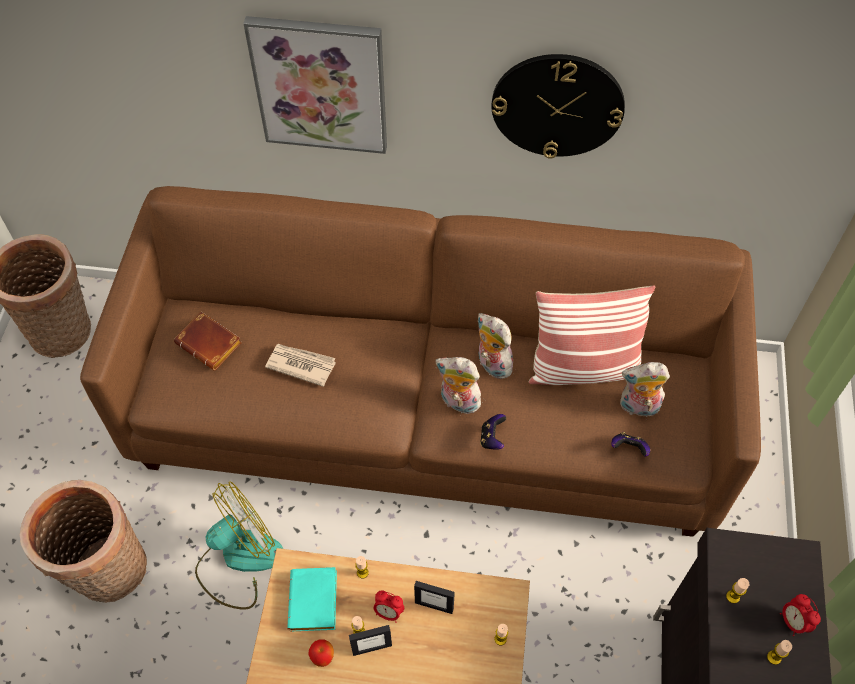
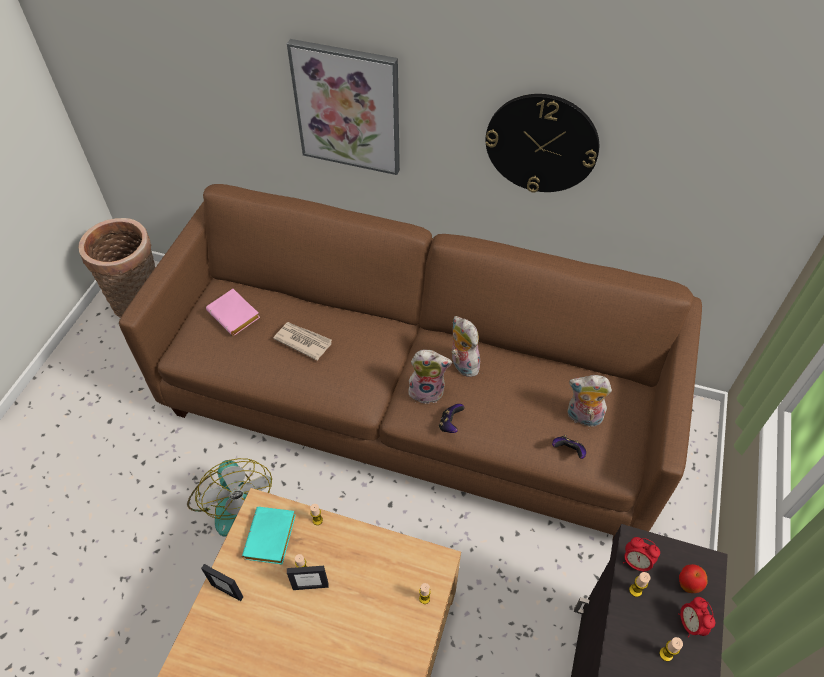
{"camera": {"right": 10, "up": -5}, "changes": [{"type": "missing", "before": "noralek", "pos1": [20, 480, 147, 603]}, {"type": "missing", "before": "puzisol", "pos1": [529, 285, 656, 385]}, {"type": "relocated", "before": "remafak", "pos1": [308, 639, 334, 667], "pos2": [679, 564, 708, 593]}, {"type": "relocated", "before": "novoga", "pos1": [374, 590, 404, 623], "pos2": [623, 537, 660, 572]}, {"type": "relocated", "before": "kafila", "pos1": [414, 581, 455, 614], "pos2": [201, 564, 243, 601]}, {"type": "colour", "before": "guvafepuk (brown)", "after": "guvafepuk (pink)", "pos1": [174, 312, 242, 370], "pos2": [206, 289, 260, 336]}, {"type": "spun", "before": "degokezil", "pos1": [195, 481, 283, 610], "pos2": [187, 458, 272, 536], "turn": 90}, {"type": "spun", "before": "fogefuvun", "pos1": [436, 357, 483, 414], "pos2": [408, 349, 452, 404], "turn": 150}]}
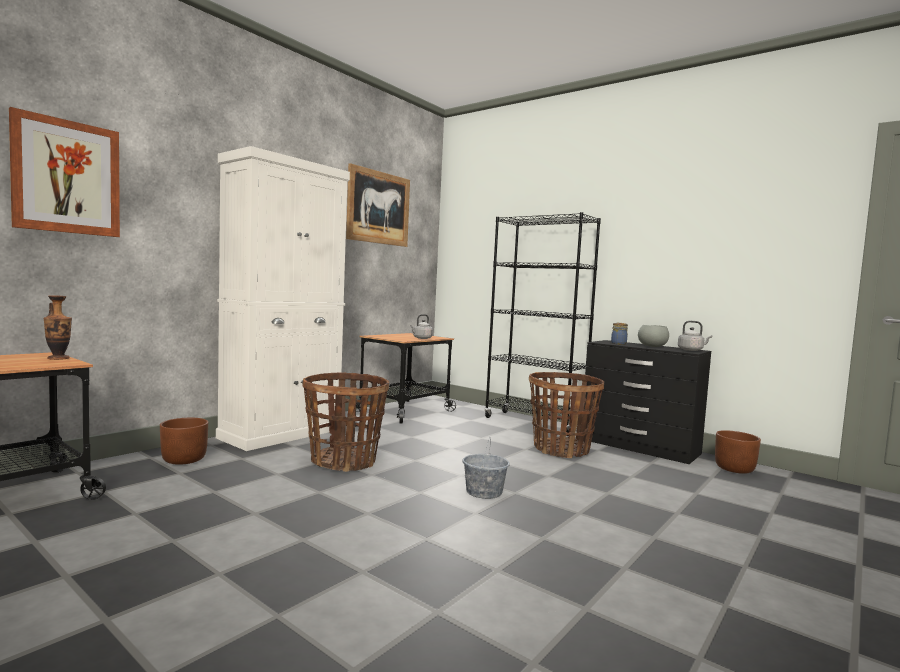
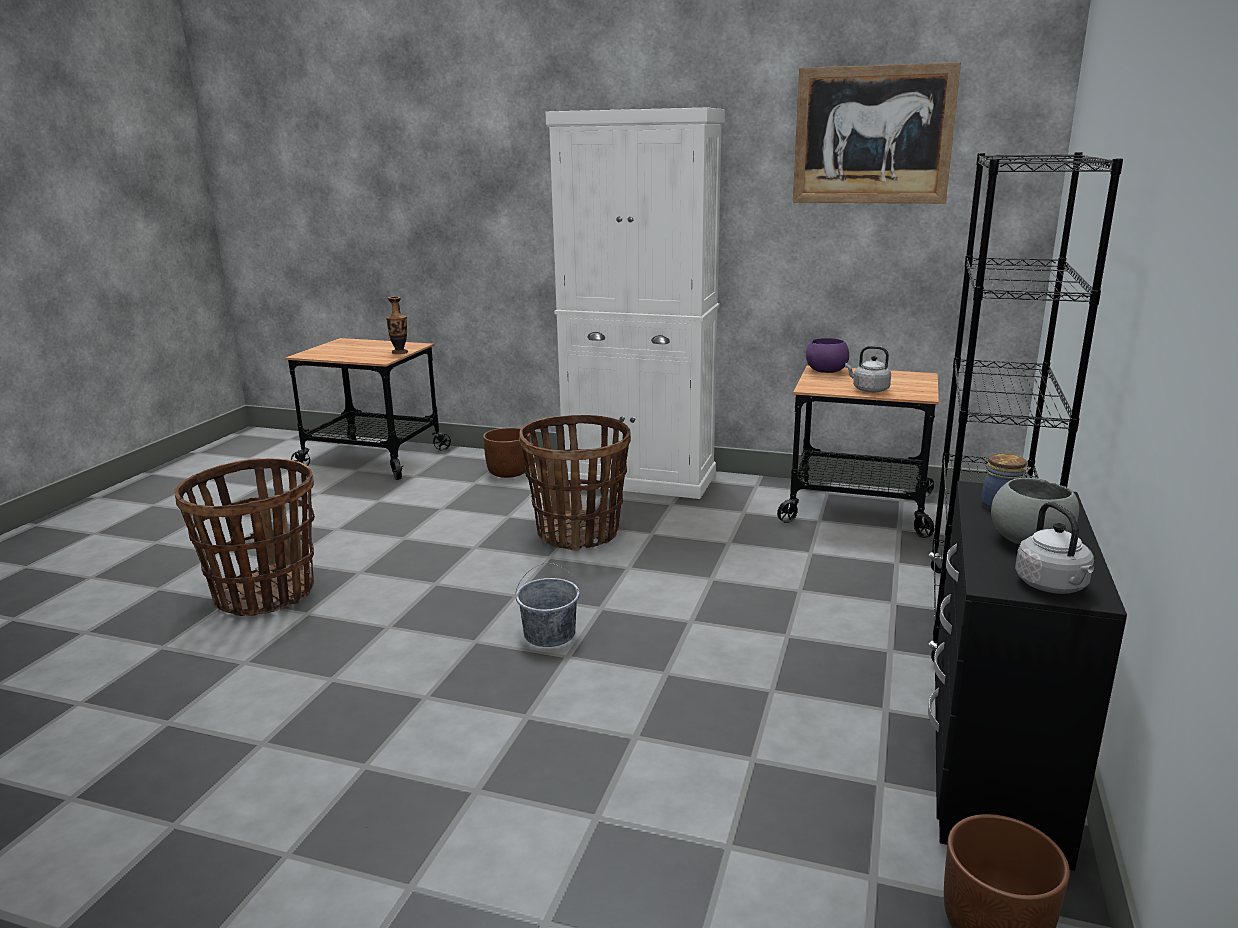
{"camera": {"right": 70, "up": 15}, "changes": [{"type": "missing", "before": "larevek", "pos1": [9, 107, 120, 237]}, {"type": "appeared", "after": "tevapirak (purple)", "pos2": [806, 338, 849, 373]}, {"type": "relocated", "before": "noralek", "pos1": [529, 372, 604, 458], "pos2": [174, 458, 315, 616]}]}
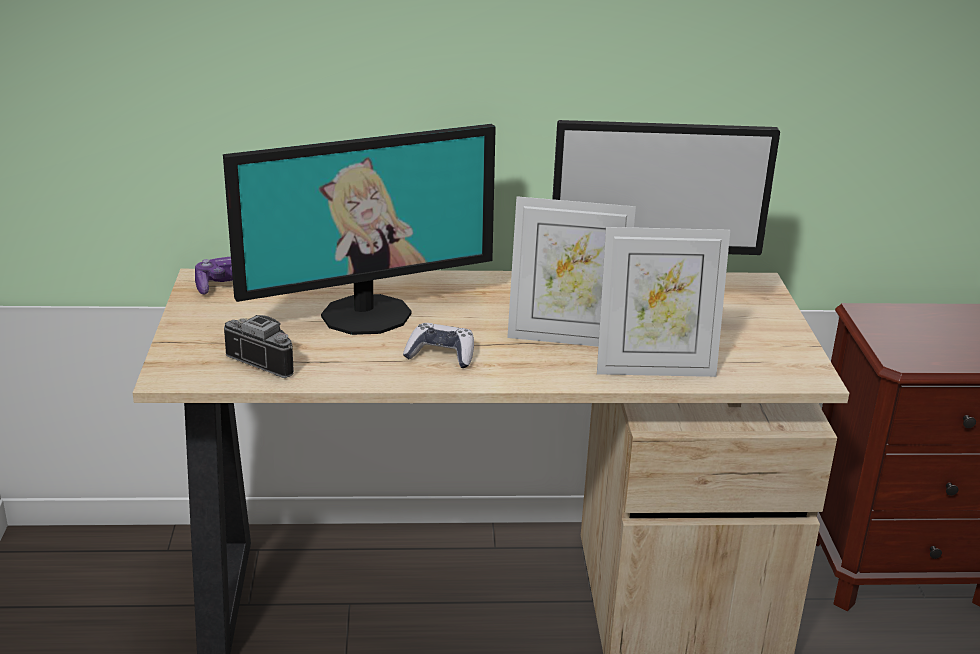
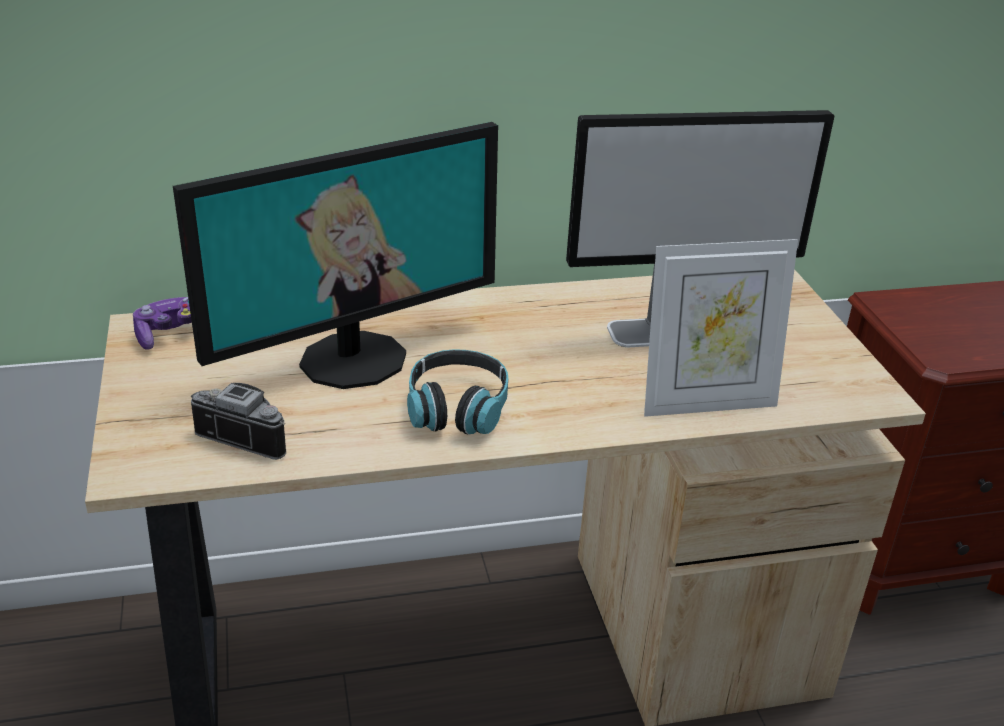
{"camera": {"right": -10, "up": 5}, "changes": [{"type": "missing", "before": "kafila", "pos1": [507, 196, 636, 347]}, {"type": "exchanged", "before": "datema", "after": "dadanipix", "pos1": [403, 323, 474, 368], "pos2": [407, 349, 508, 435]}]}
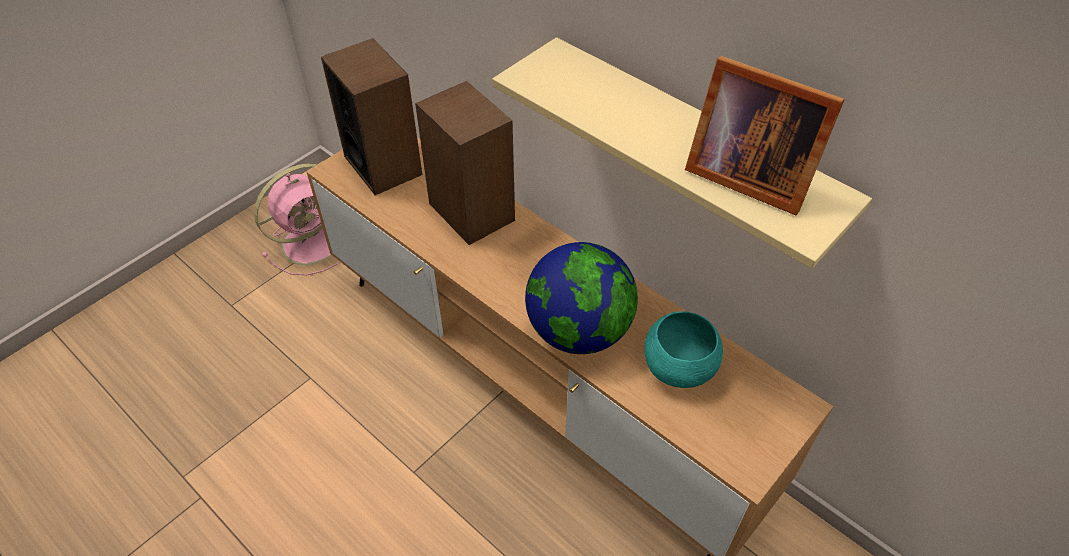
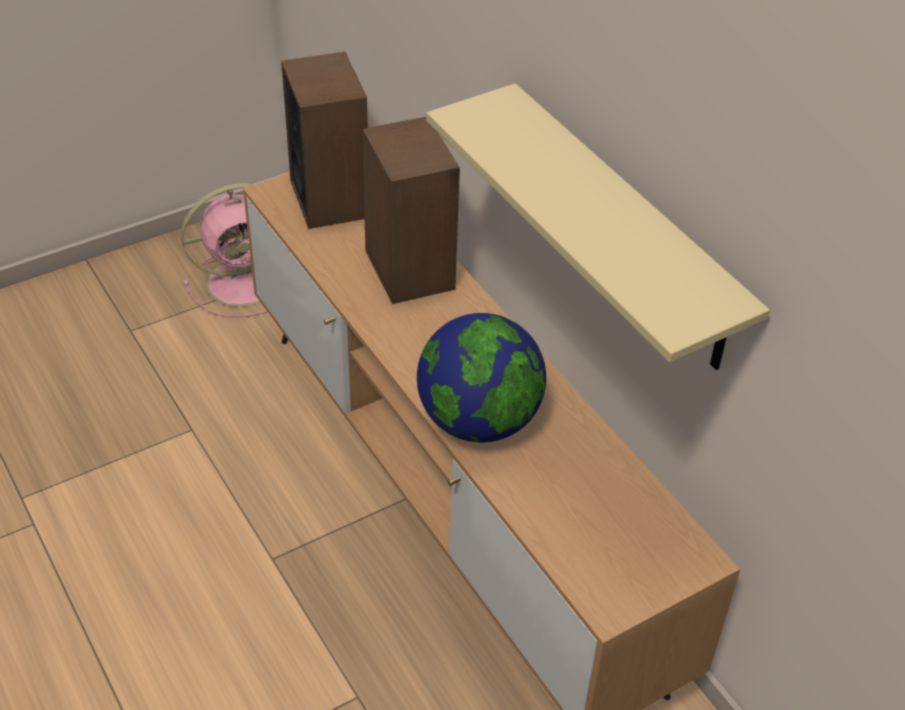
{"camera": {"right": 15, "up": -5}, "changes": [{"type": "missing", "before": "tevapirak (turquoise)", "pos1": [644, 311, 723, 388]}, {"type": "missing", "before": "kafila", "pos1": [685, 56, 845, 215]}]}
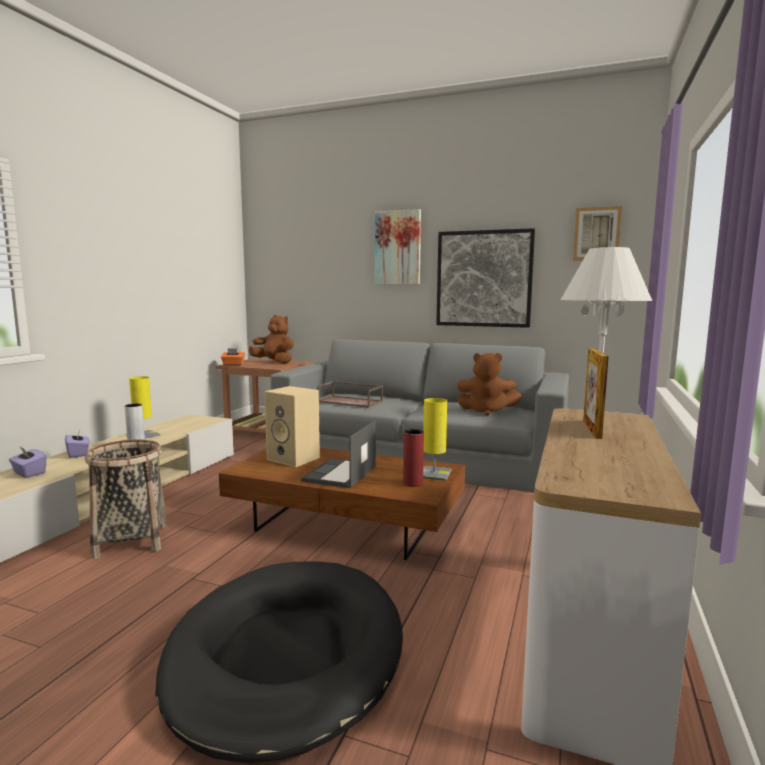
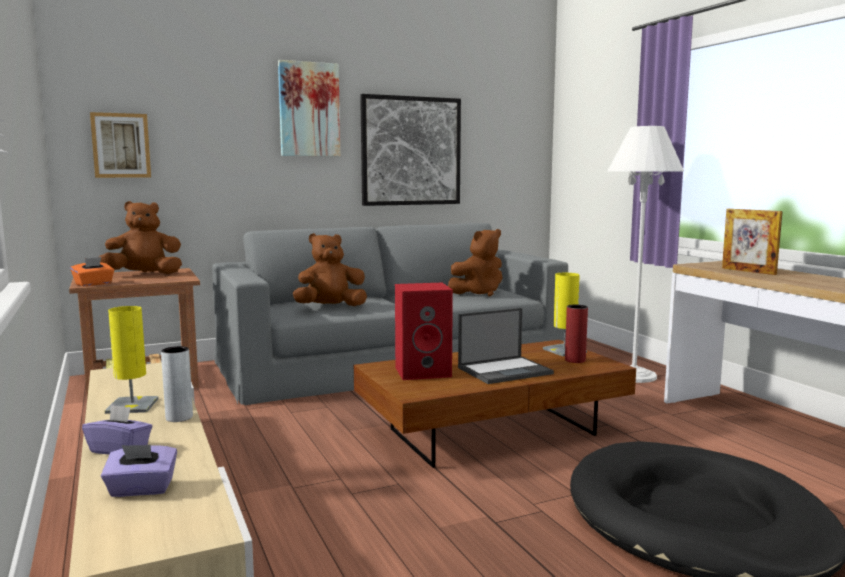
{"camera": {"right": -45, "up": 0}, "changes": [{"type": "missing", "before": "noralek", "pos1": [85, 439, 167, 559]}, {"type": "relocated", "before": "larevek", "pos1": [573, 206, 622, 261], "pos2": [90, 112, 151, 178]}, {"type": "exchanged", "before": "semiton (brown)", "after": "fogefuvun (brown)", "pos1": [317, 381, 383, 408], "pos2": [293, 233, 367, 306]}, {"type": "colour", "before": "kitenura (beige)", "after": "kitenura (red)", "pos1": [264, 386, 320, 467], "pos2": [395, 283, 453, 380]}, {"type": "spun", "before": "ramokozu", "pos1": [301, 421, 376, 488], "pos2": [458, 308, 554, 384], "turn": -90}]}
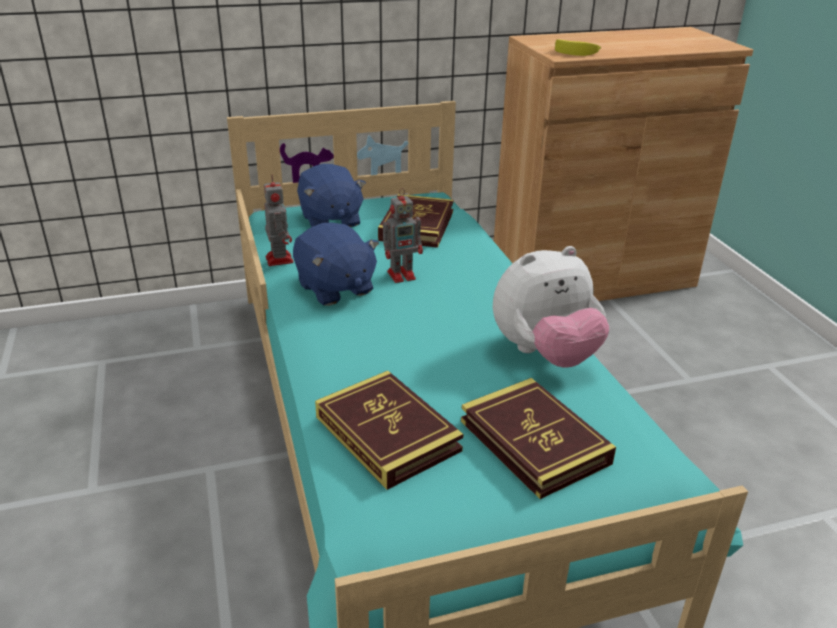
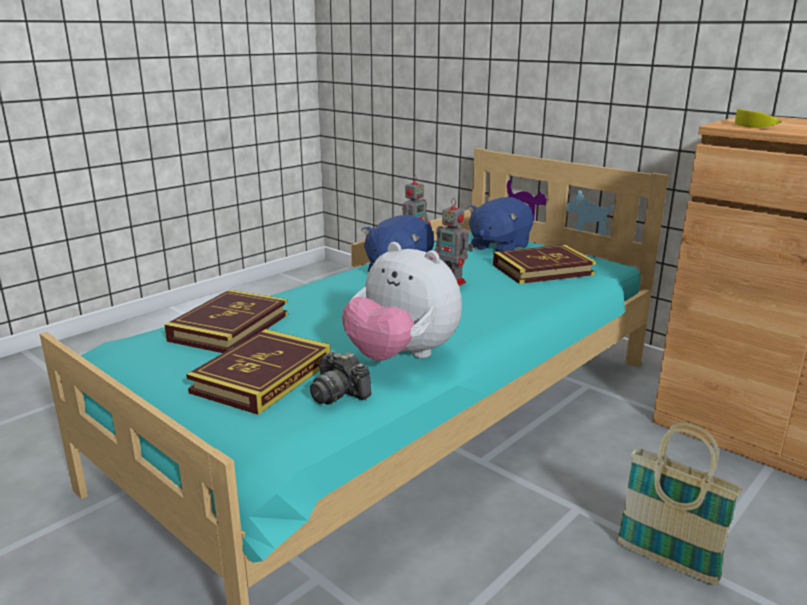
{"camera": {"right": 60, "up": -10}, "changes": [{"type": "appeared", "after": "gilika", "pos2": [310, 352, 372, 405]}, {"type": "appeared", "after": "noralek", "pos2": [616, 423, 742, 585]}]}
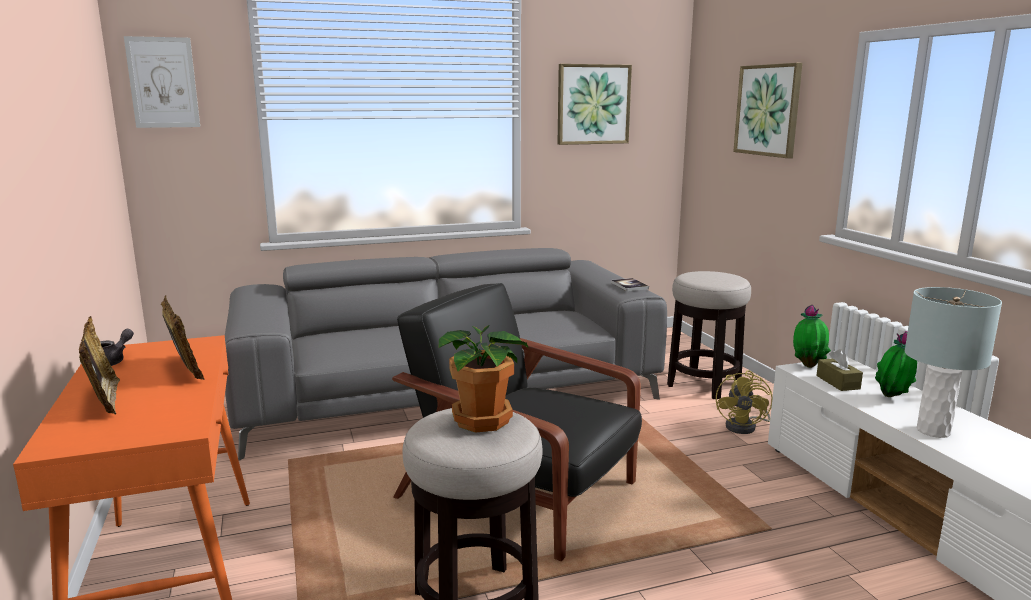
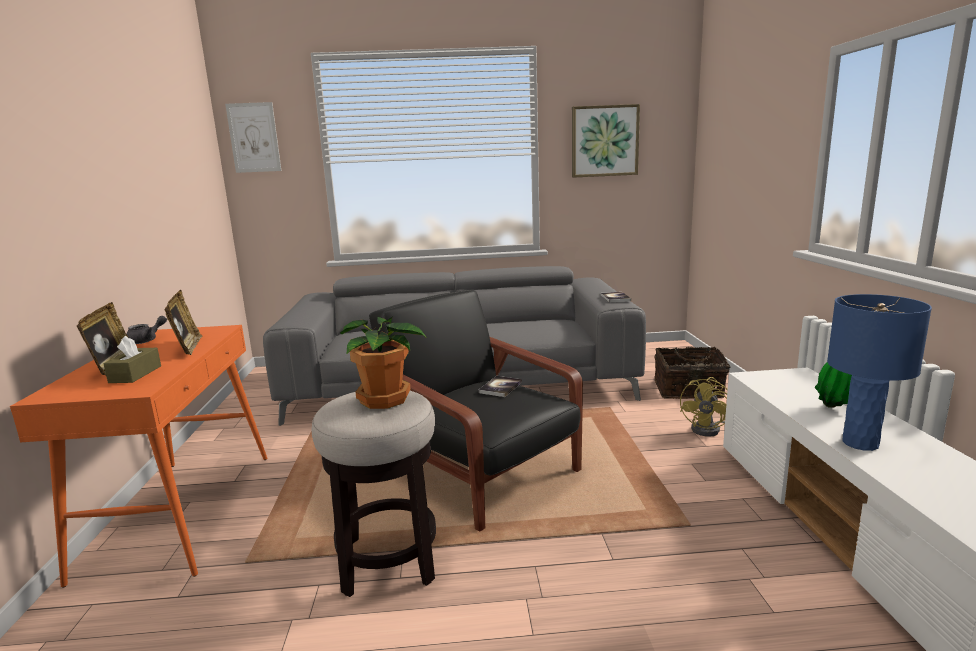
{"camera": {"right": 15, "up": 0}, "changes": [{"type": "missing", "before": "larevek", "pos1": [733, 63, 803, 158]}, {"type": "missing", "before": "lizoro", "pos1": [793, 305, 831, 368]}, {"type": "appeared", "after": "guvafepuk", "pos2": [478, 376, 522, 397]}, {"type": "relocated", "before": "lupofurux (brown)", "pos1": [816, 349, 863, 391], "pos2": [103, 336, 161, 383]}, {"type": "exchanged", "before": "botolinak", "after": "noralek", "pos1": [667, 271, 751, 400], "pos2": [655, 347, 730, 399]}, {"type": "colour", "before": "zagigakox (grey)", "after": "zagigakox (blue)", "pos1": [905, 287, 1002, 438], "pos2": [827, 294, 932, 451]}]}
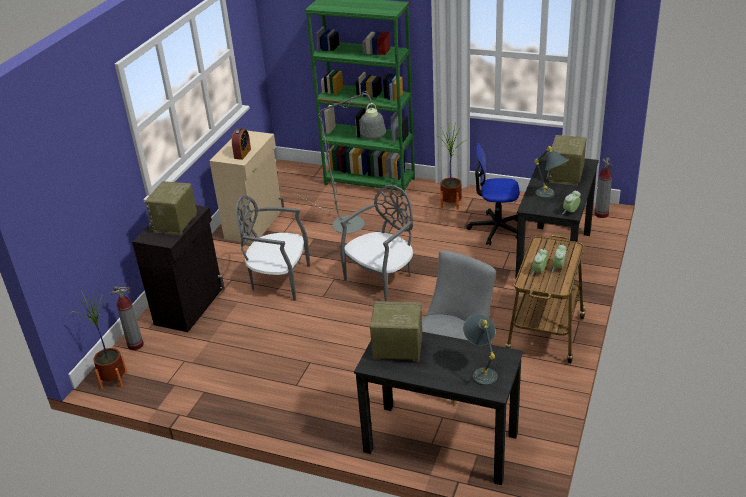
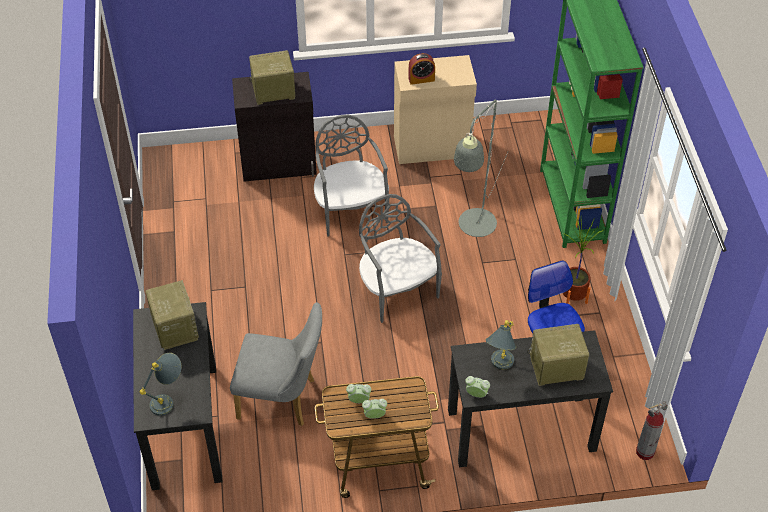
{"camera": {"right": 60, "up": 15}, "changes": [{"type": "missing", "before": "lizoro", "pos1": [71, 288, 128, 389]}, {"type": "missing", "before": "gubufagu", "pos1": [110, 286, 144, 350]}, {"type": "spun", "before": "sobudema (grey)", "pos1": [340, 185, 413, 302], "pos2": [359, 194, 442, 323], "turn": -135}]}
